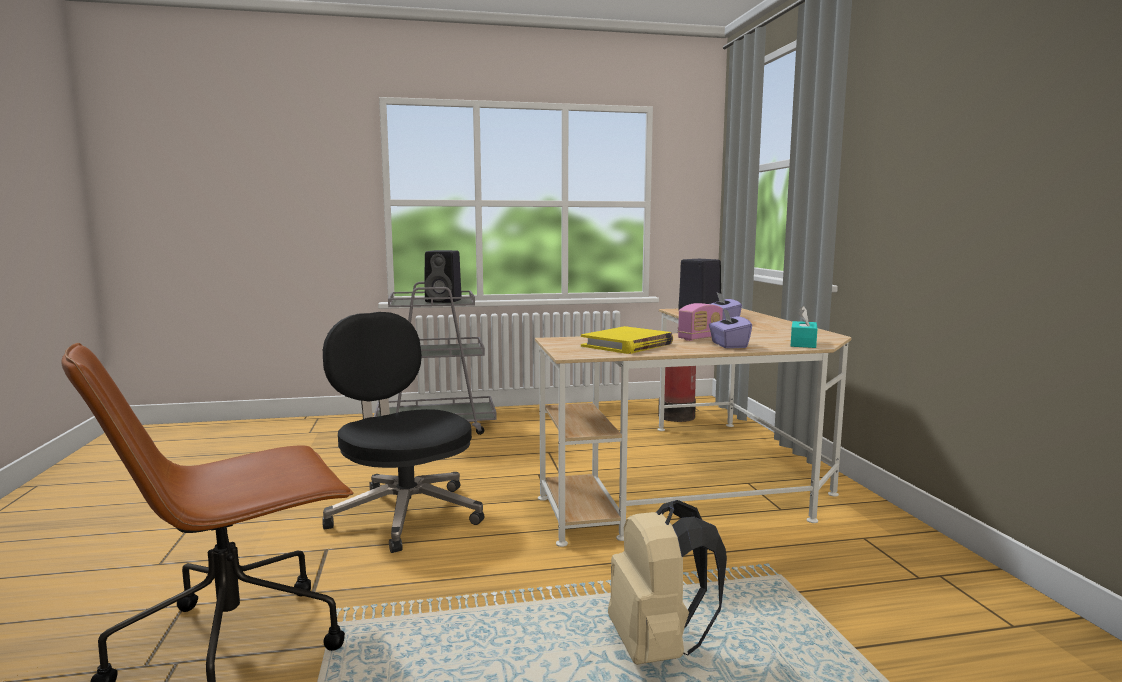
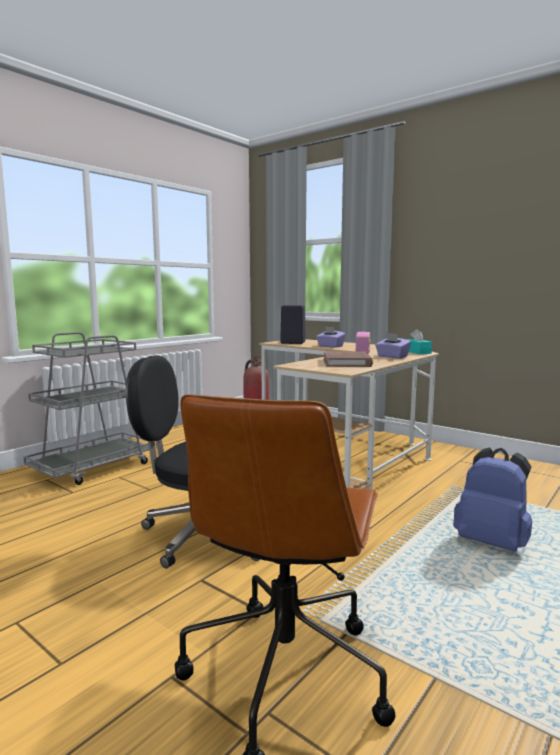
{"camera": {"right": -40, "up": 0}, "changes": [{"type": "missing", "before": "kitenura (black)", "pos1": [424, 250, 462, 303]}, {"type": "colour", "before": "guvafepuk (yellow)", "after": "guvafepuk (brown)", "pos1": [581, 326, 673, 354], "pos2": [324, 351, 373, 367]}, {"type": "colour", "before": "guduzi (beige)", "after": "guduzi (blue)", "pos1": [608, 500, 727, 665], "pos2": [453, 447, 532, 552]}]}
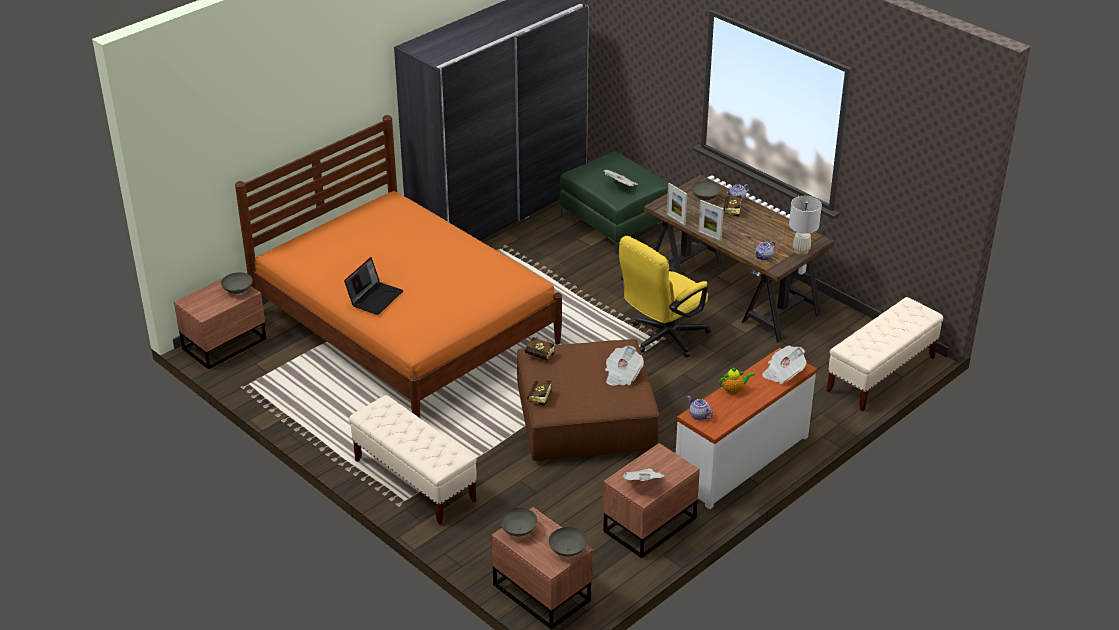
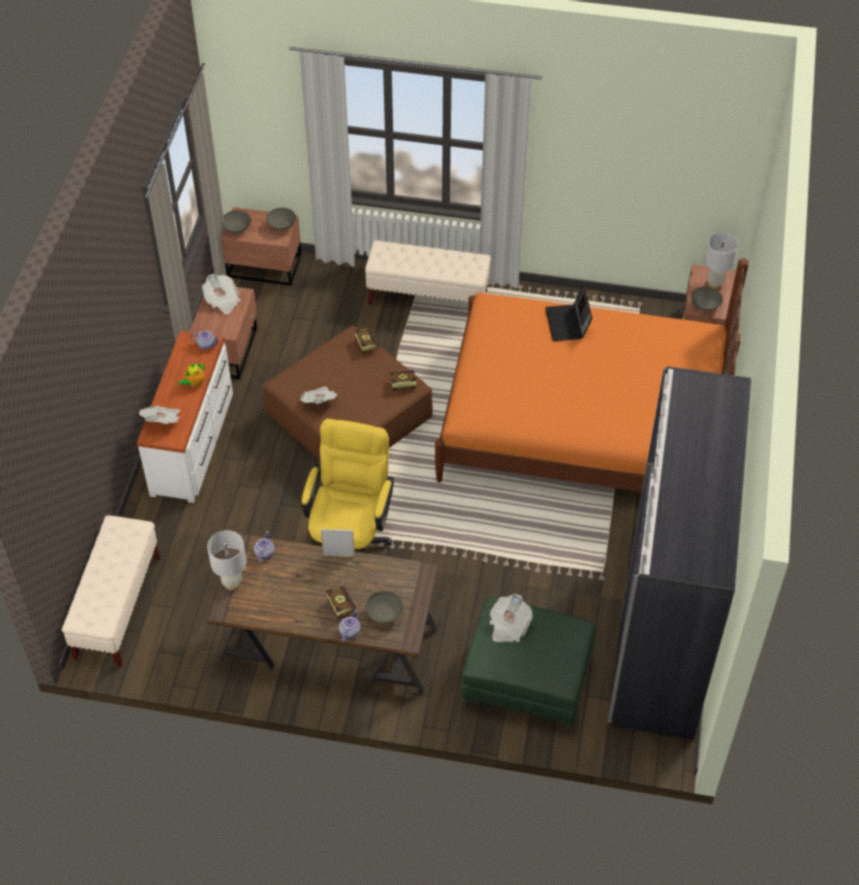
{"camera": {"right": 145, "up": 15}, "changes": [{"type": "missing", "before": "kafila", "pos1": [667, 183, 687, 226]}, {"type": "appeared", "after": "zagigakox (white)", "pos2": [704, 233, 738, 289]}]}
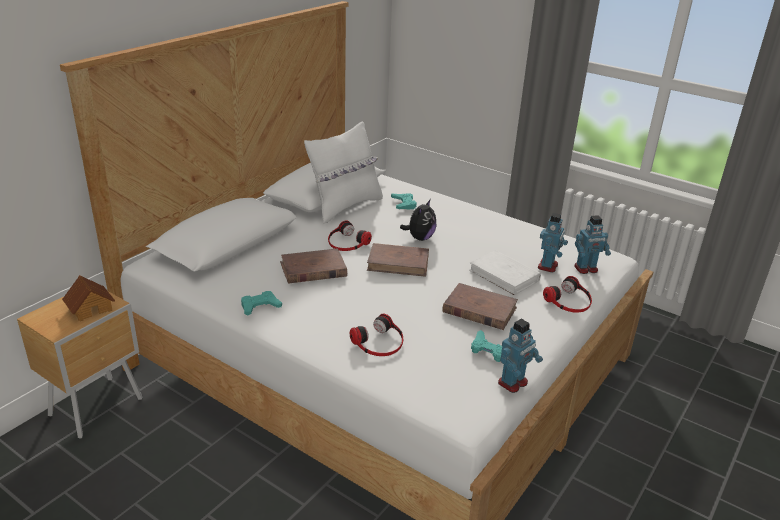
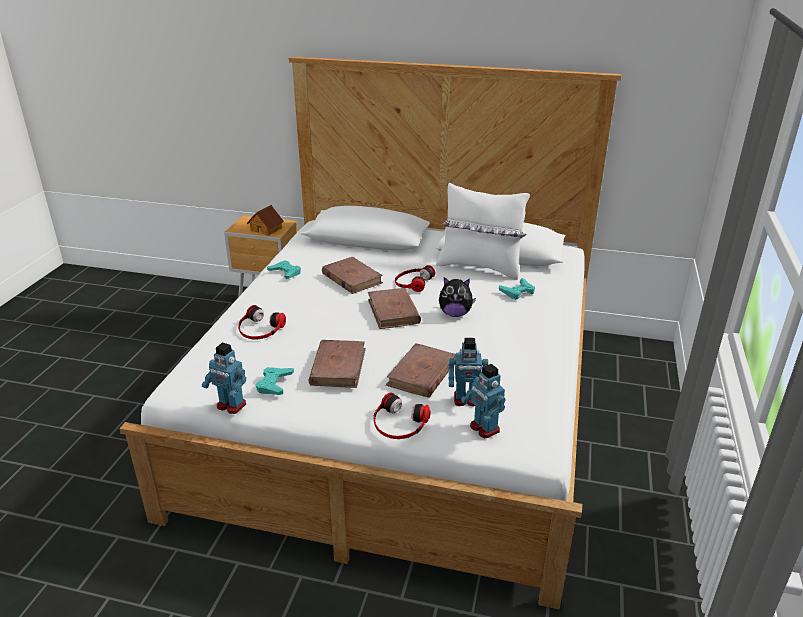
{"camera": {"right": 70, "up": 0}, "changes": [{"type": "colour", "before": "guvafepuk (white)", "after": "guvafepuk (brown)", "pos1": [469, 250, 541, 295], "pos2": [386, 343, 456, 398]}]}
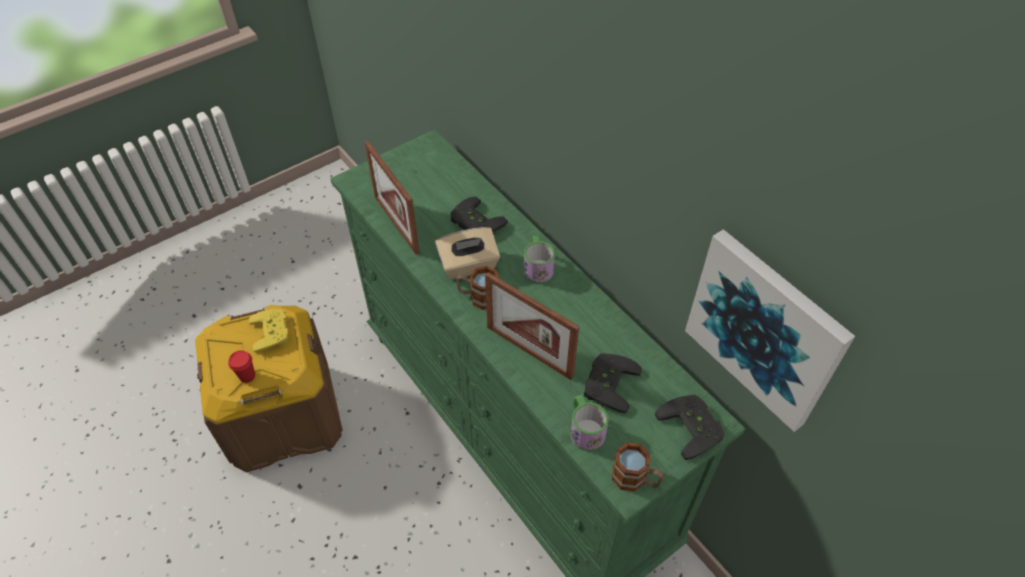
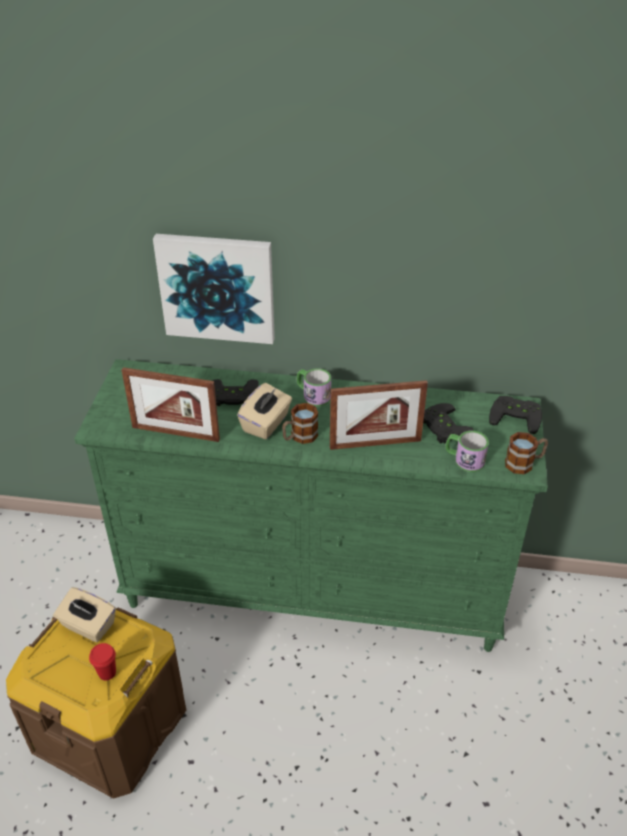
{"camera": {"right": -45, "up": -10}, "changes": [{"type": "relocated", "before": "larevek", "pos1": [685, 229, 855, 432], "pos2": [153, 234, 275, 344]}, {"type": "exchanged", "before": "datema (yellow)", "after": "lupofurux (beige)", "pos1": [249, 309, 289, 353], "pos2": [53, 587, 116, 642]}]}
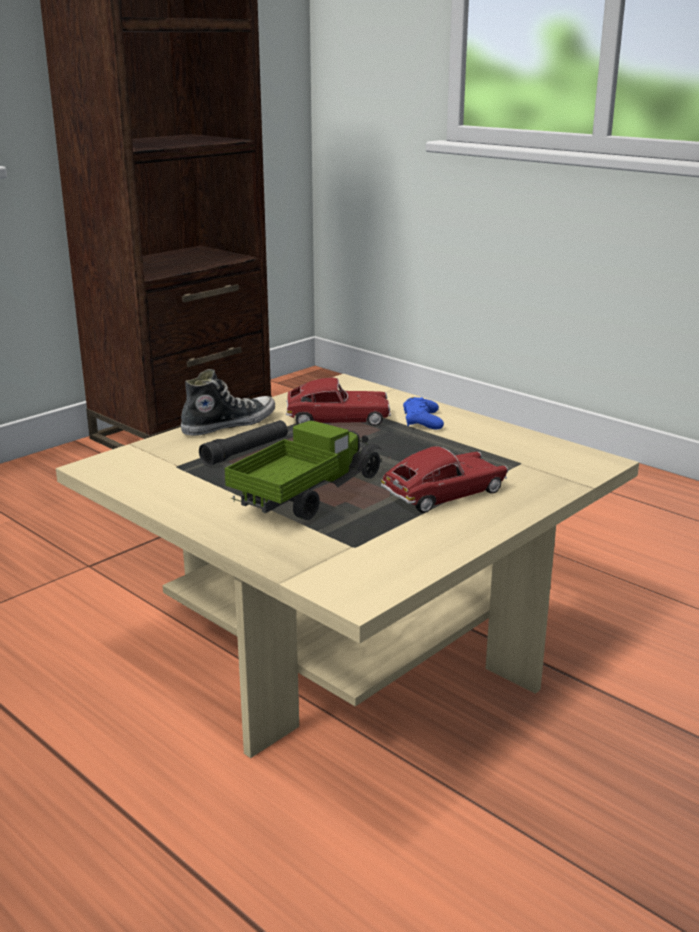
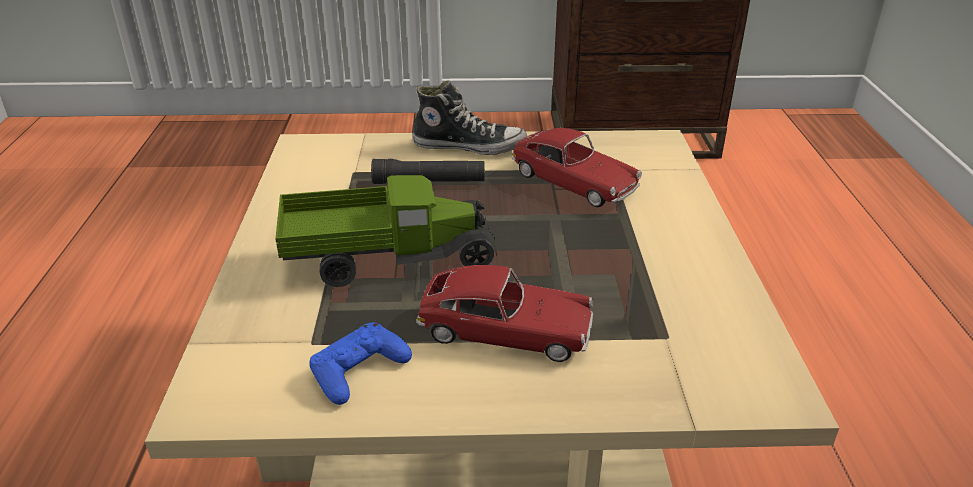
{"camera": {"right": 45, "up": 10}, "changes": [{"type": "relocated", "before": "datema (blue)", "pos1": [403, 397, 444, 429], "pos2": [310, 322, 412, 405]}]}
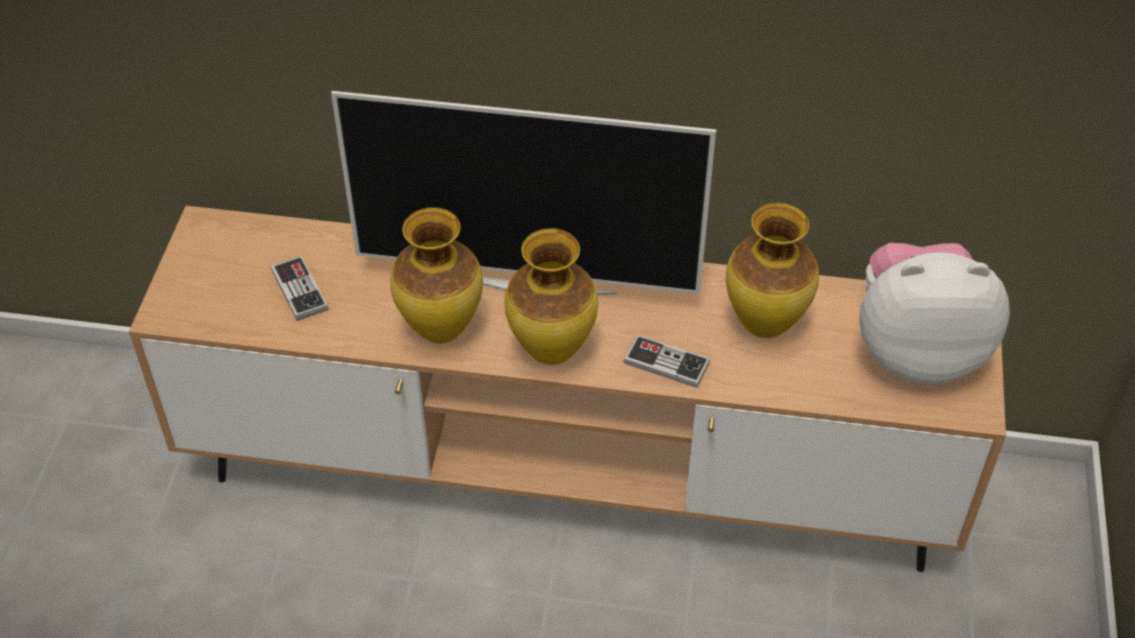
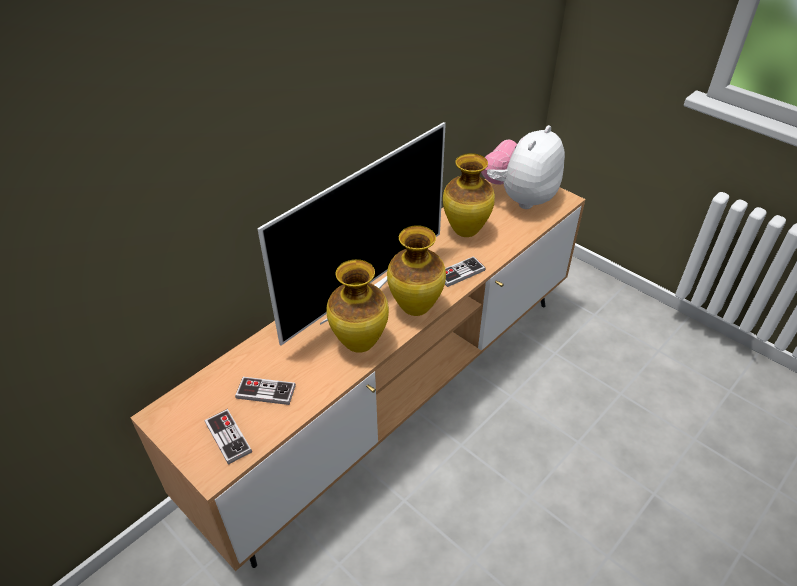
{"camera": {"right": -55, "up": -5}, "changes": [{"type": "appeared", "after": "datema", "pos2": [205, 409, 252, 465]}]}
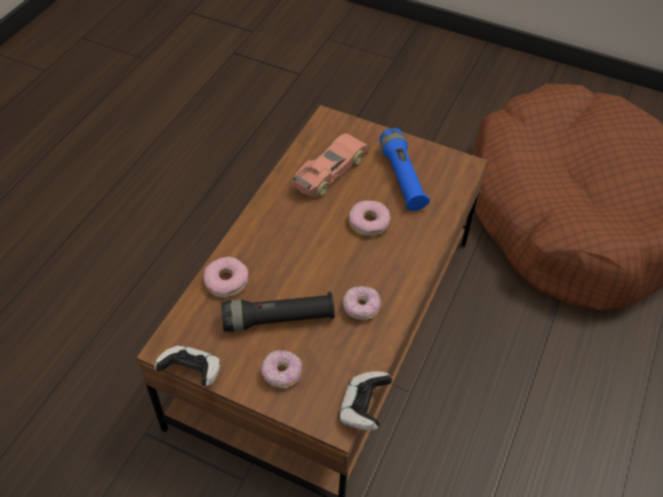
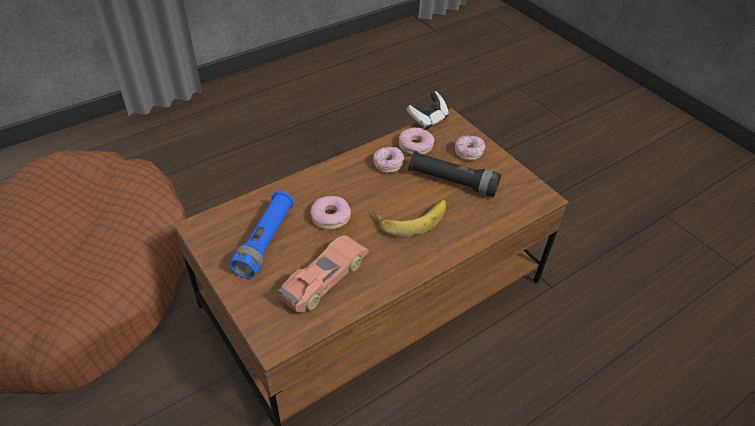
{"camera": {"right": -150, "up": -5}, "changes": [{"type": "missing", "before": "datema", "pos1": [154, 345, 221, 386]}, {"type": "appeared", "after": "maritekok", "pos2": [374, 200, 446, 238]}, {"type": "relocated", "before": "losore", "pos1": [203, 257, 249, 298], "pos2": [399, 127, 434, 155]}, {"type": "spun", "before": "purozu", "pos1": [293, 133, 369, 197], "pos2": [278, 235, 369, 312], "turn": 150}]}
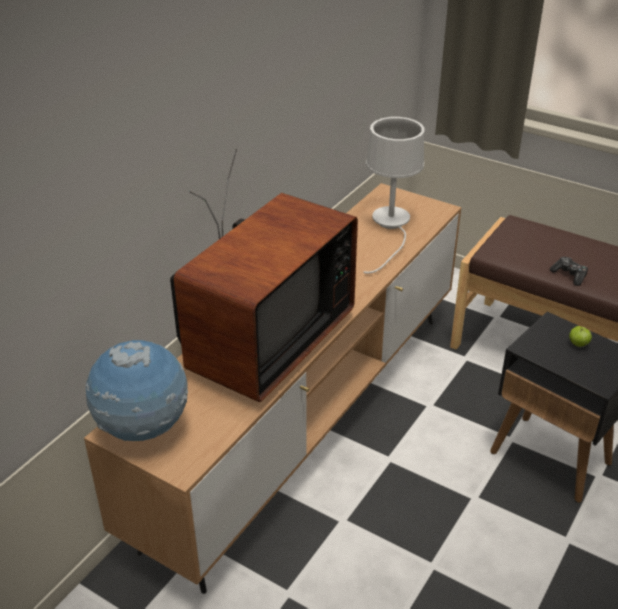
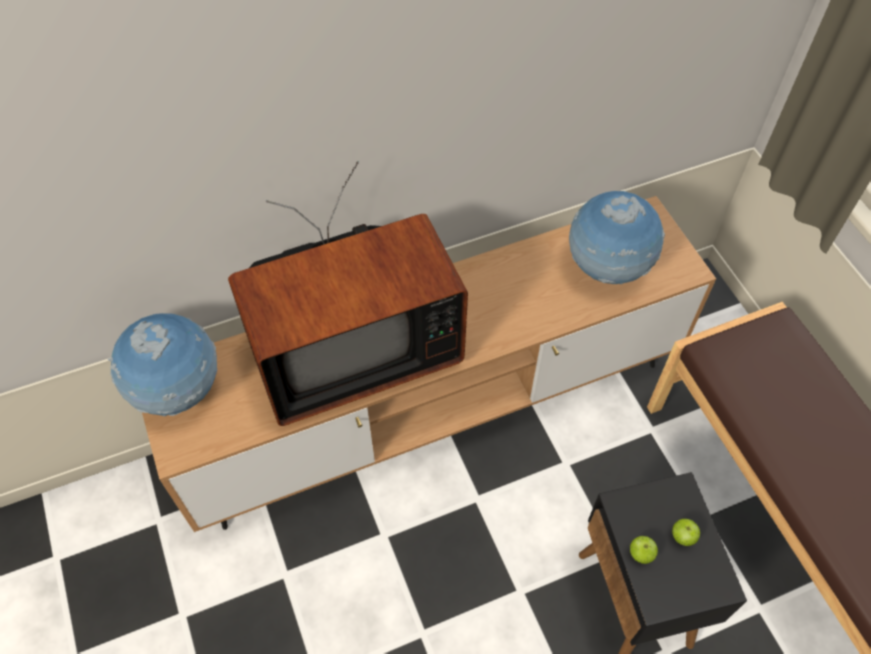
{"camera": {"right": 35, "up": 20}, "changes": [{"type": "missing", "before": "datema", "pos1": [550, 257, 588, 286]}, {"type": "appeared", "after": "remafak", "pos2": [630, 536, 658, 564]}, {"type": "exchanged", "before": "zagigakox (white)", "after": "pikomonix", "pos1": [364, 117, 425, 274], "pos2": [569, 191, 665, 284]}]}
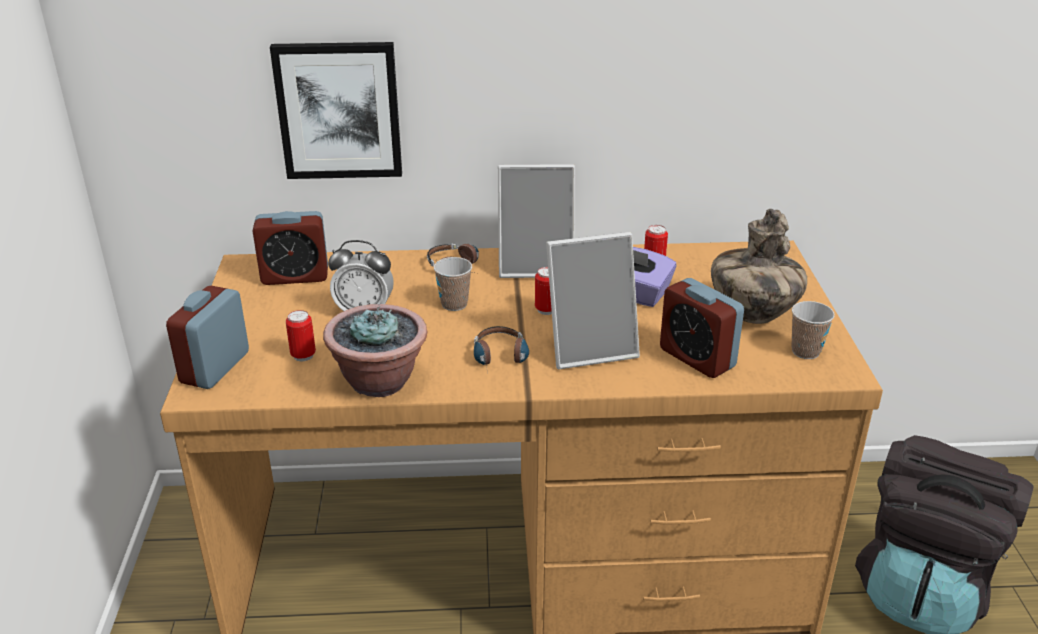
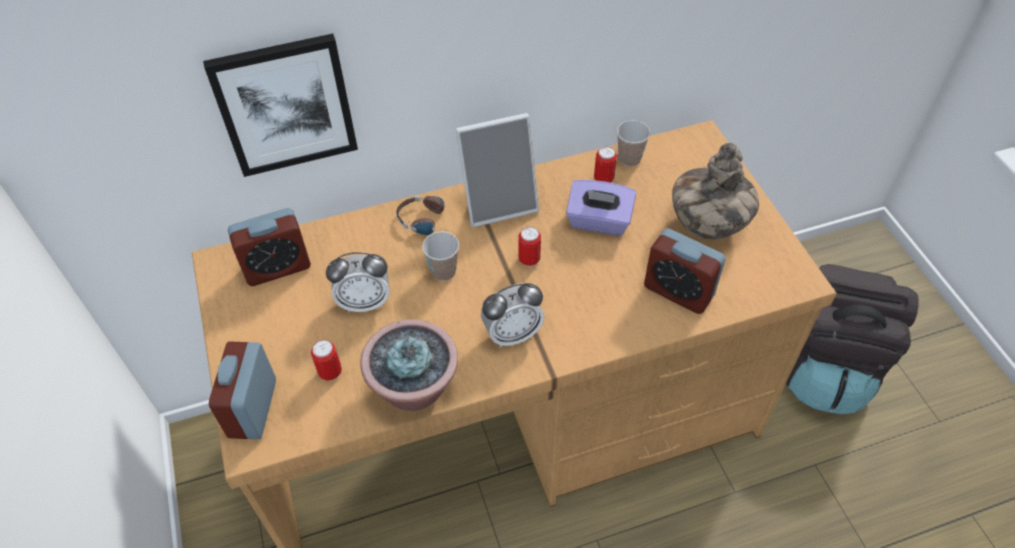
{"camera": {"right": -15, "up": 20}, "changes": [{"type": "missing", "before": "kafila", "pos1": [546, 232, 640, 369]}, {"type": "relocated", "before": "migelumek", "pos1": [792, 301, 835, 359], "pos2": [617, 120, 650, 167]}, {"type": "exchanged", "before": "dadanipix", "after": "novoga", "pos1": [474, 326, 529, 372], "pos2": [481, 283, 544, 347]}]}
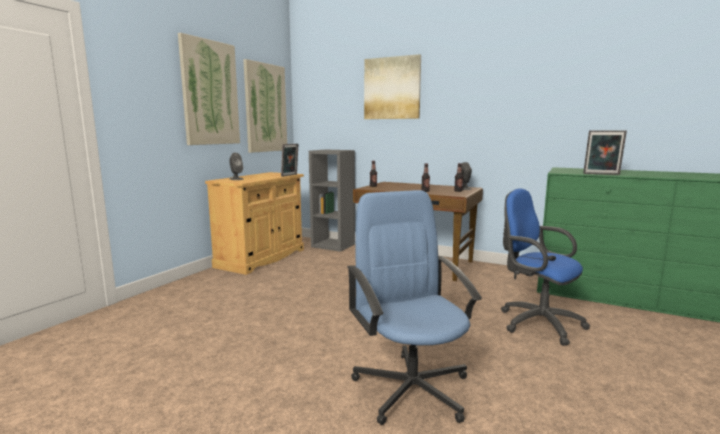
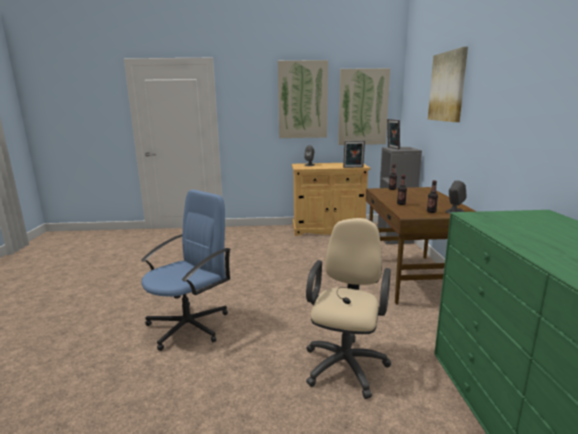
{"camera": {"right": 60, "up": 5}, "changes": [{"type": "relocated", "before": "kafila", "pos1": [583, 130, 627, 175], "pos2": [387, 119, 400, 149]}, {"type": "colour", "before": "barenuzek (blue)", "after": "barenuzek (beige)", "pos1": [501, 188, 590, 346], "pos2": [306, 218, 391, 399]}]}
